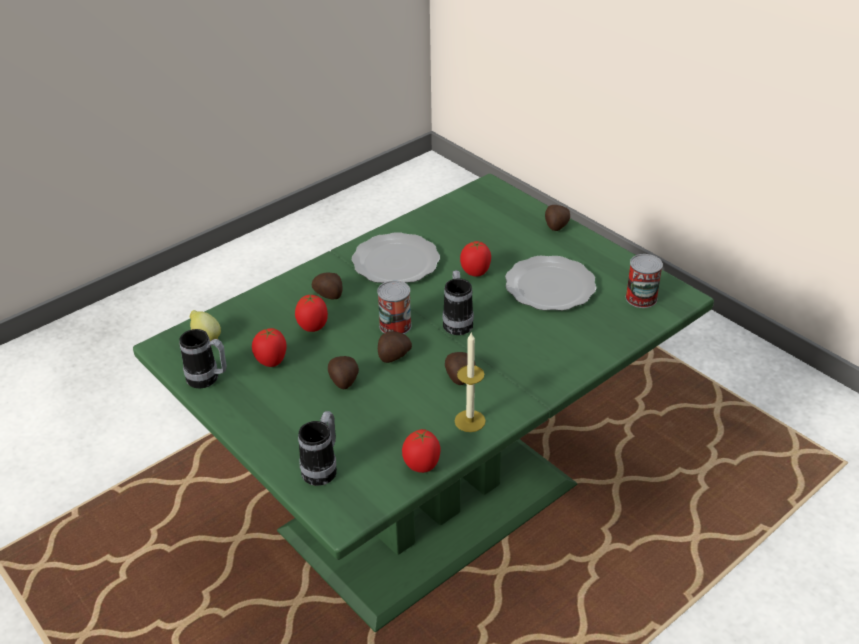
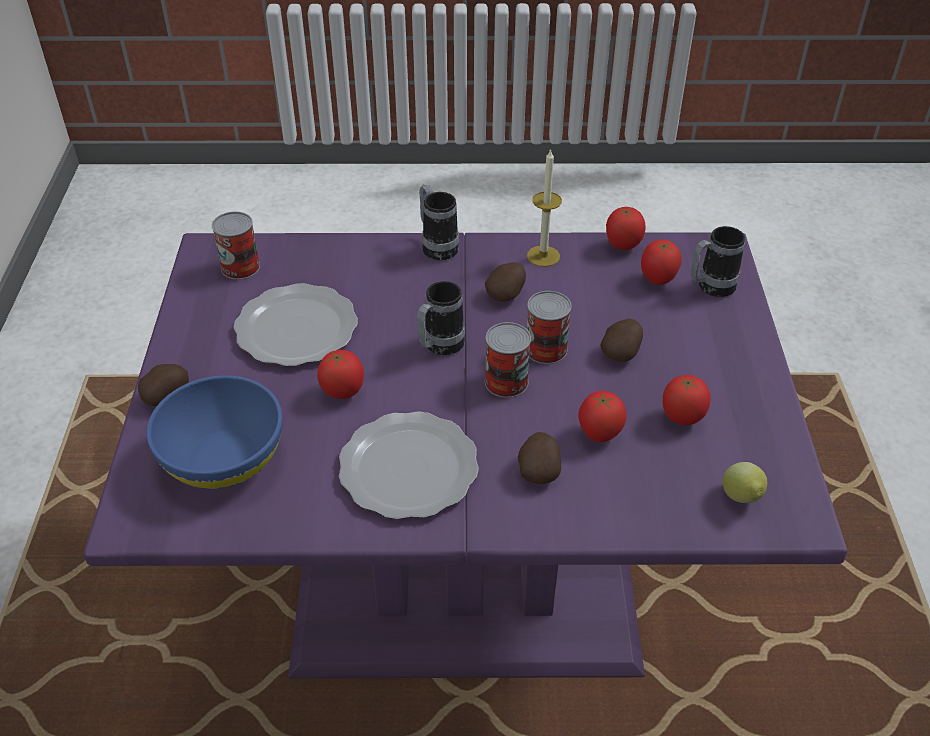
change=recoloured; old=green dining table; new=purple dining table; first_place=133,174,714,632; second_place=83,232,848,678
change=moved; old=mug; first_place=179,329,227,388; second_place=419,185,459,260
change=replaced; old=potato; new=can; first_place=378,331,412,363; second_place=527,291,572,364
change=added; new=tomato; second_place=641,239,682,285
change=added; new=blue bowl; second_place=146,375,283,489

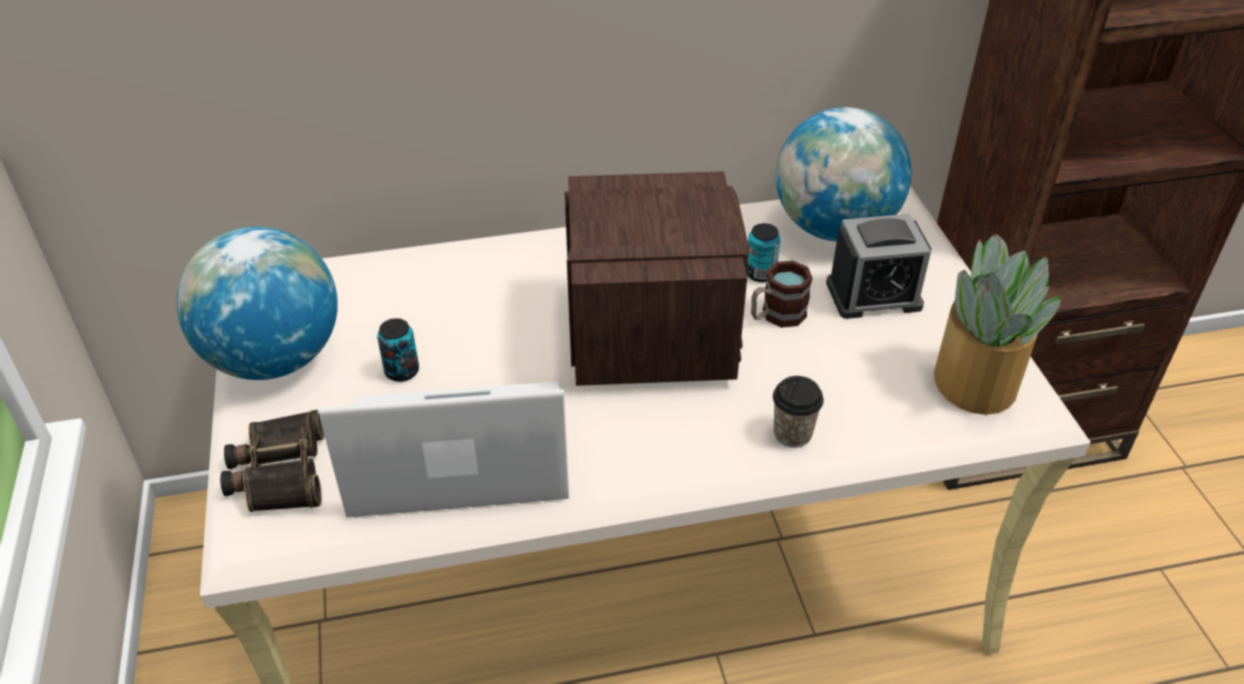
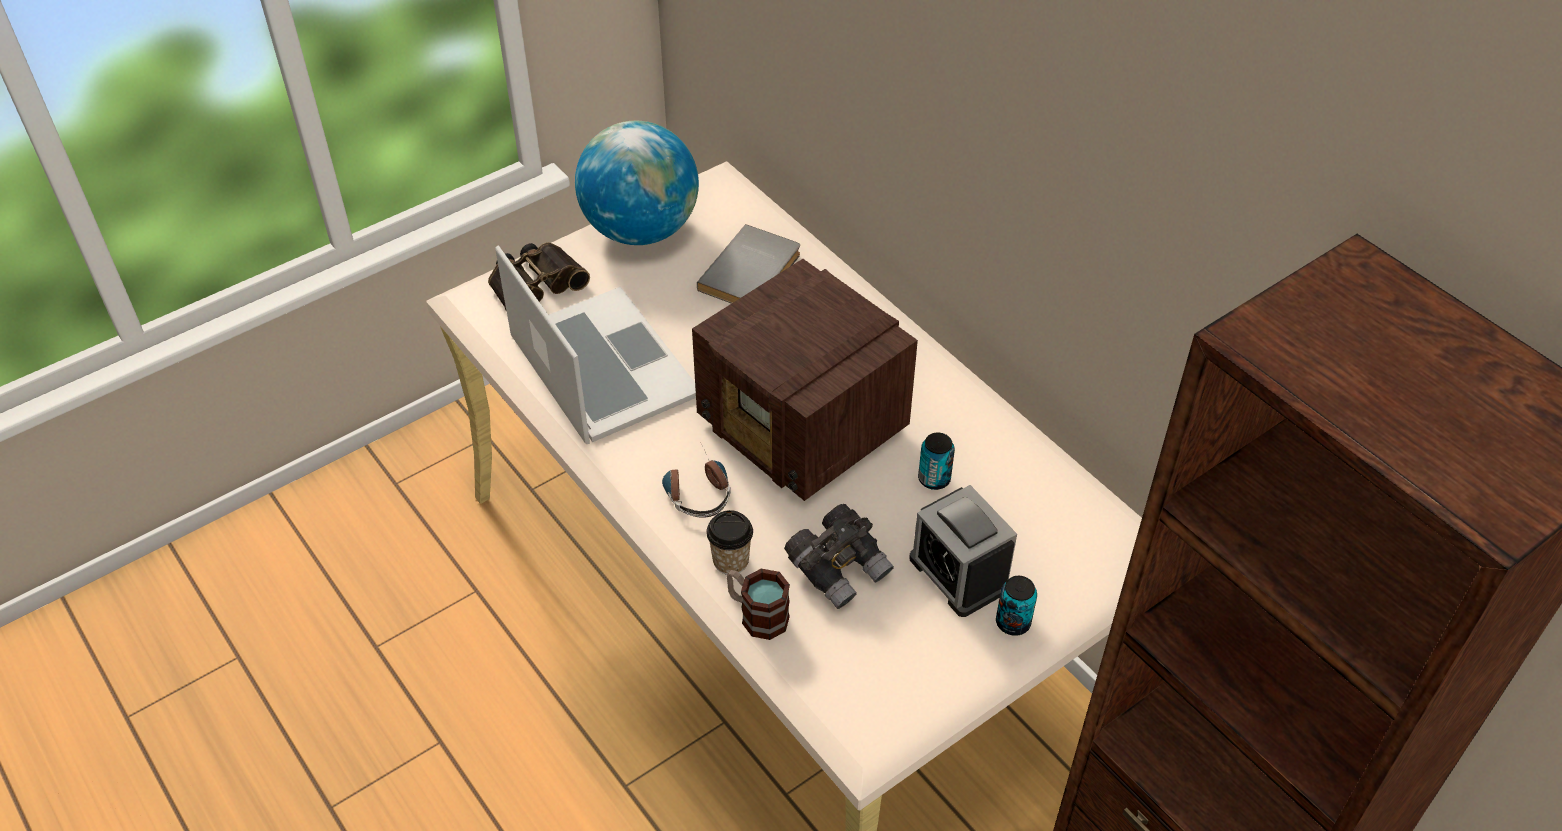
change=removed; old=globe; first_place=776,107,912,242
change=turned; old=radio; first_place=565,171,749,386; second_place=692,259,918,501; degrees=75
change=removed; old=potted plant; first_place=934,234,1061,415
change=moved; old=mug; first_place=751,261,813,328; second_place=727,569,790,640
change=moved; old=can; first_place=377,318,419,382; second_place=996,576,1037,636
change=added; new=grey book; second_place=697,224,800,304
change=added; new=headphones; second_place=662,443,731,518
change=added; new=grey binoculars; second_place=784,504,894,609

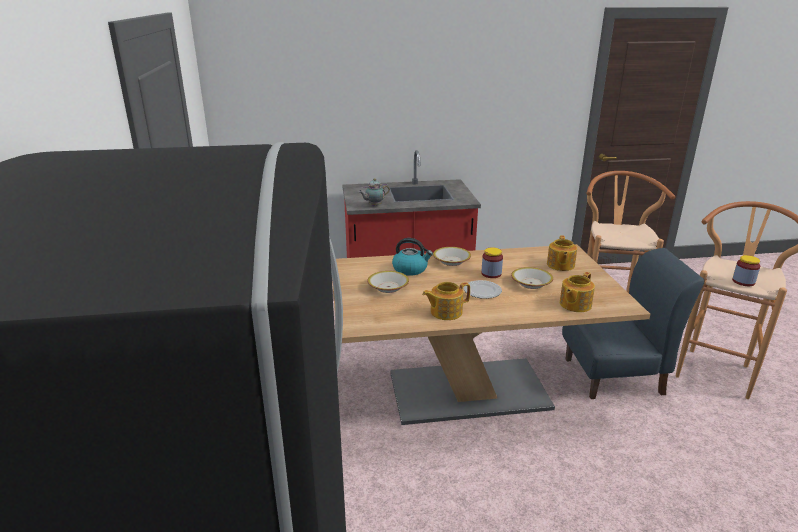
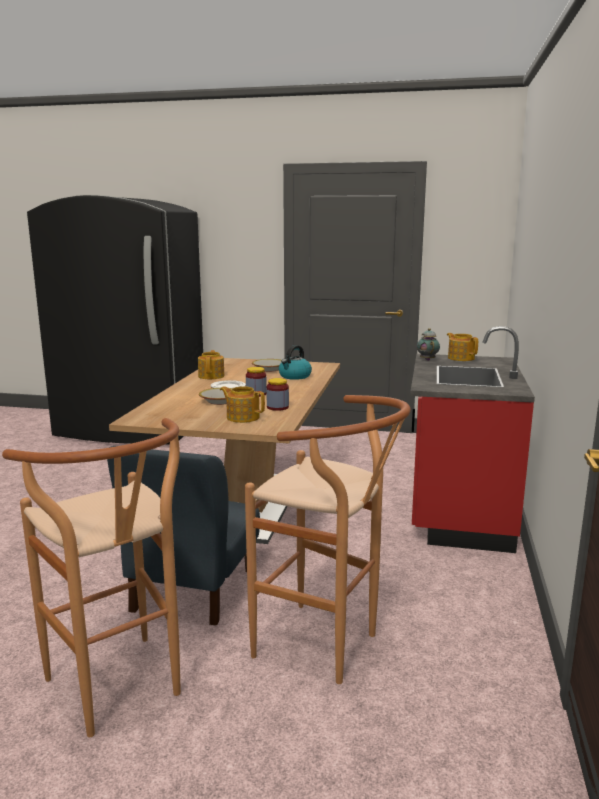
change=removed; old=bowl; first_place=433,247,471,266
change=moved; old=jar; first_place=732,255,760,286; second_place=266,378,289,411
change=moved; old=teapot; first_place=560,272,595,312; second_place=447,333,478,361

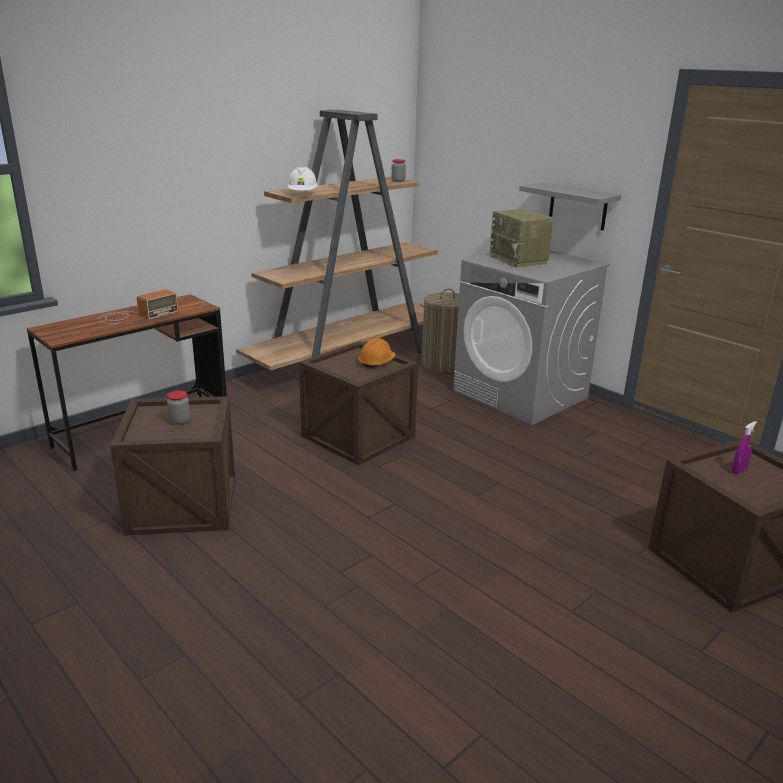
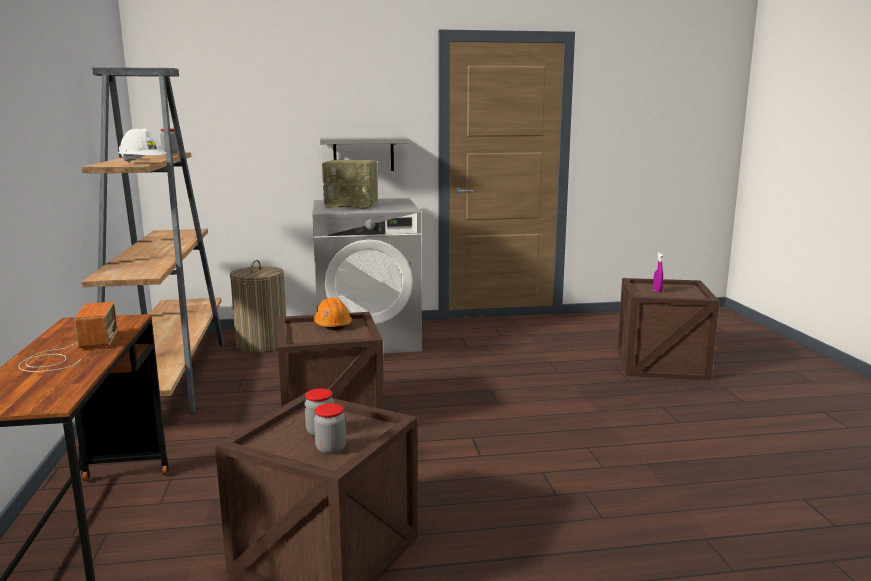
change=added; new=jar; second_place=314,403,346,454

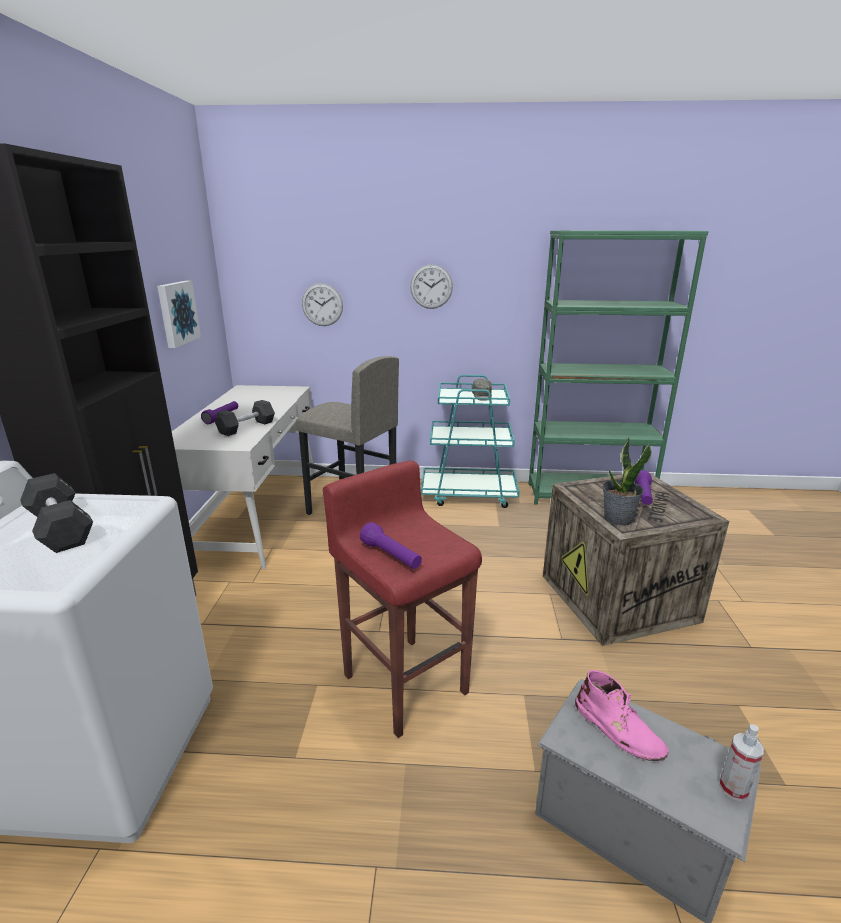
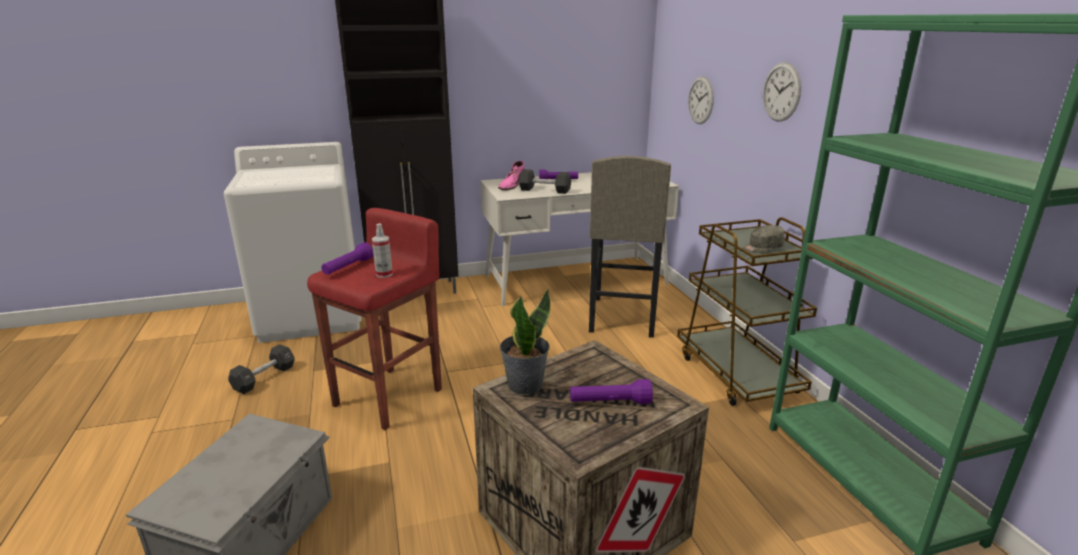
change=removed; old=picture; first_place=157,281,201,348
change=recoloured; old=turquoise cart; new=brown cart; first_place=421,375,520,508; second_place=677,217,817,406
change=moved; old=black dumbbell; first_place=20,473,93,553; second_place=228,344,295,394
change=moved; old=pink boot; first_place=575,670,669,761; second_place=498,161,525,190
change=moved; old=spray bottle; first_place=719,724,764,801; second_place=372,223,393,278

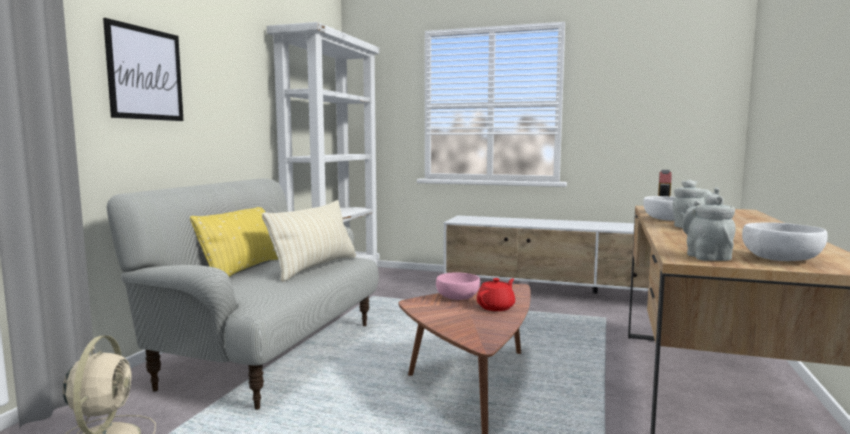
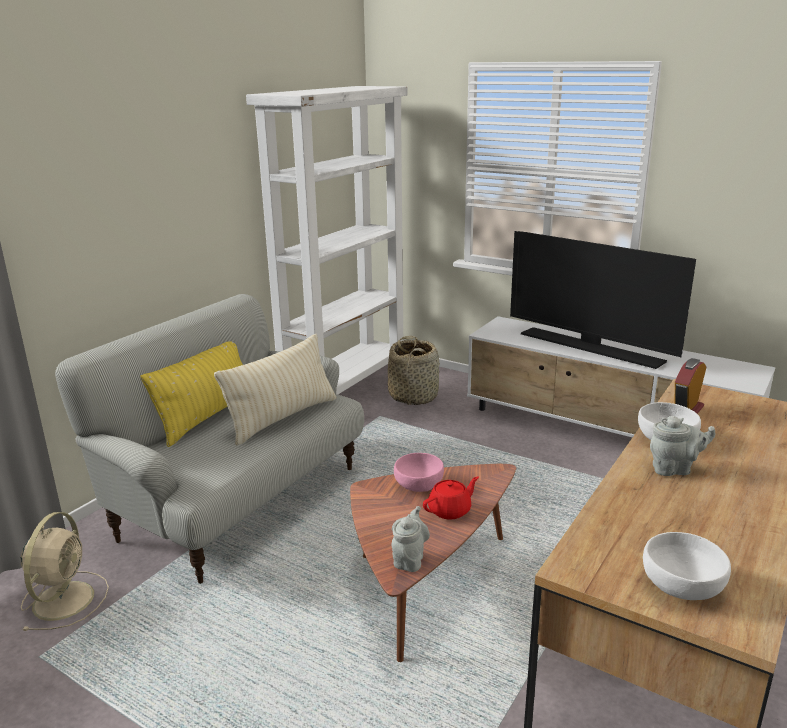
change=removed; old=picture; first_place=103,18,184,121
change=moved; old=grey teapot; first_place=682,194,736,261; second_place=392,506,430,572
change=added; new=television; second_place=510,231,696,369
change=added; new=basket; second_place=388,336,440,405

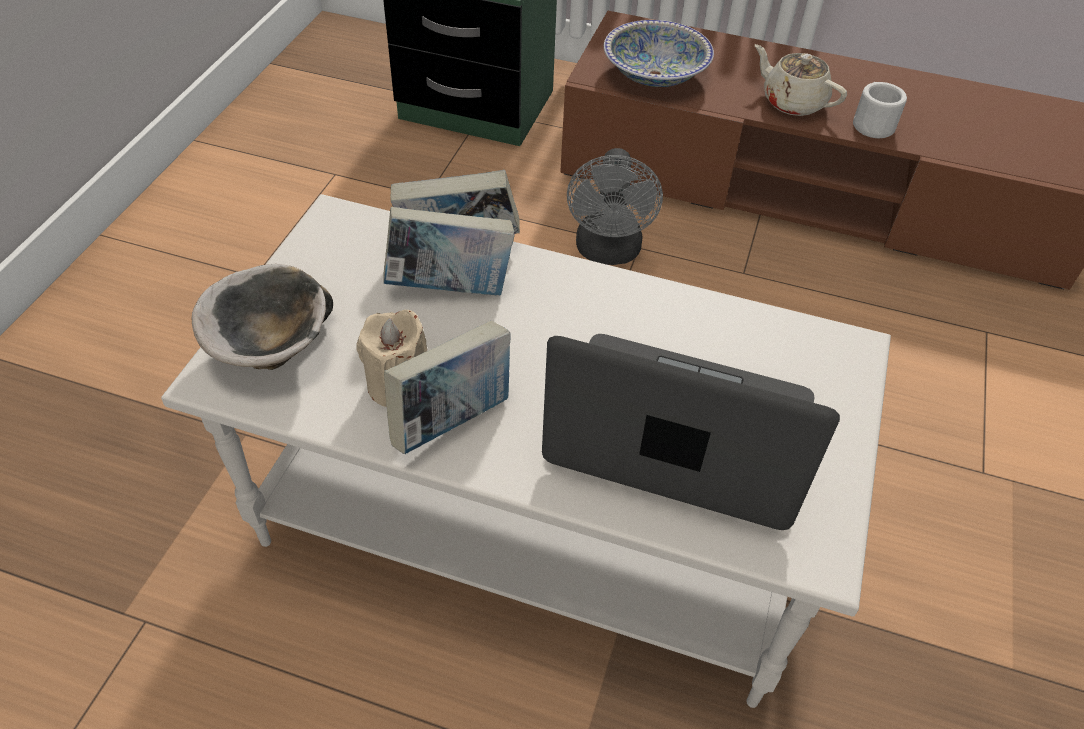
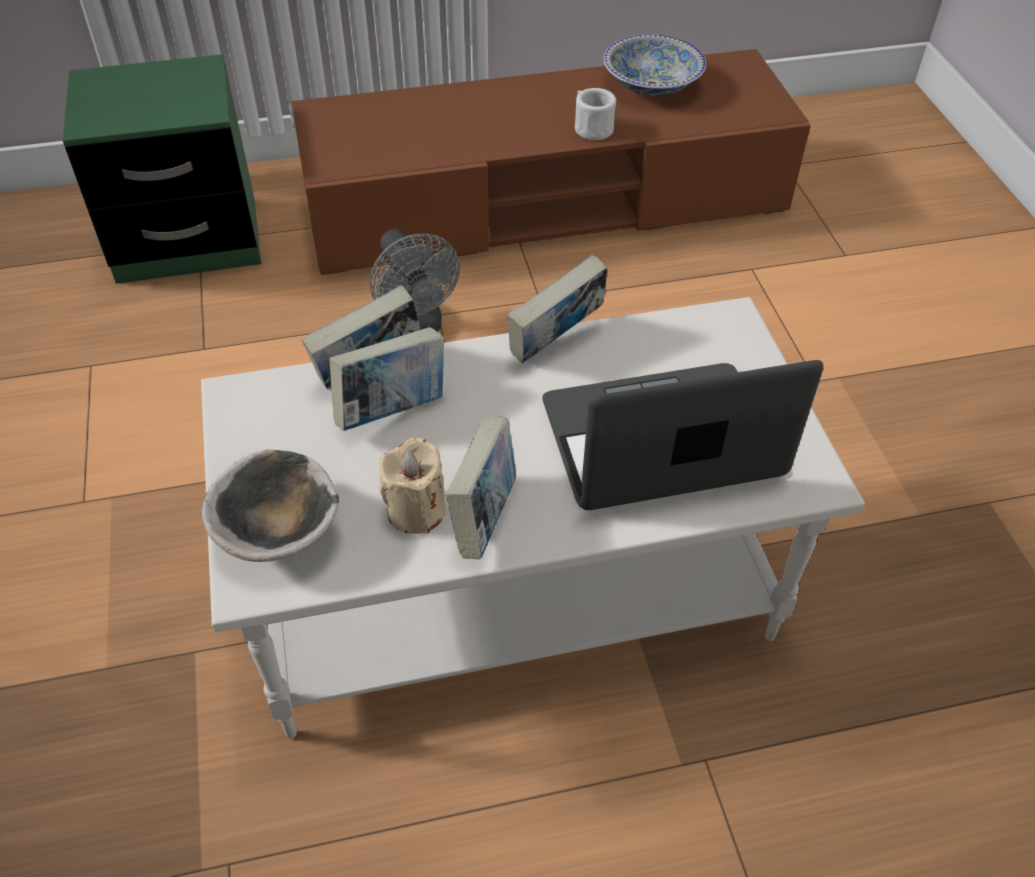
change=moved; old=bowl; first_place=604,20,714,87; second_place=604,34,706,96
change=removed; old=beige teapot; first_place=754,44,847,116
change=added; new=book; second_place=507,255,607,364

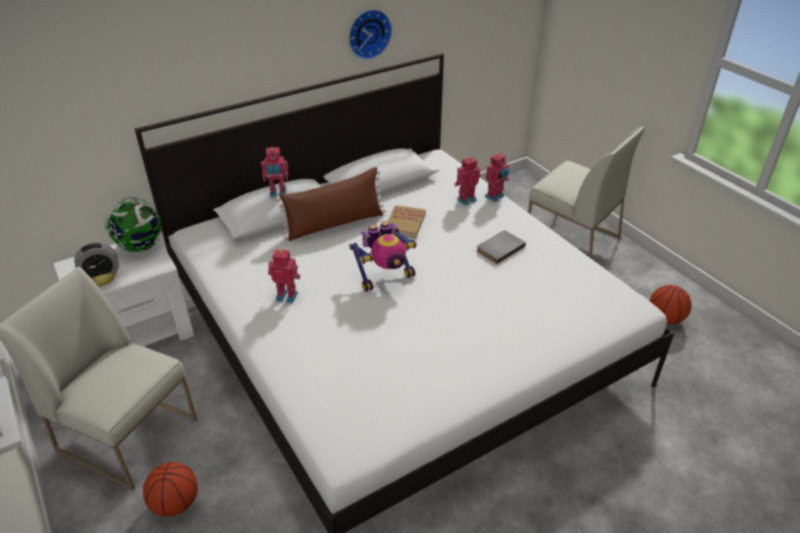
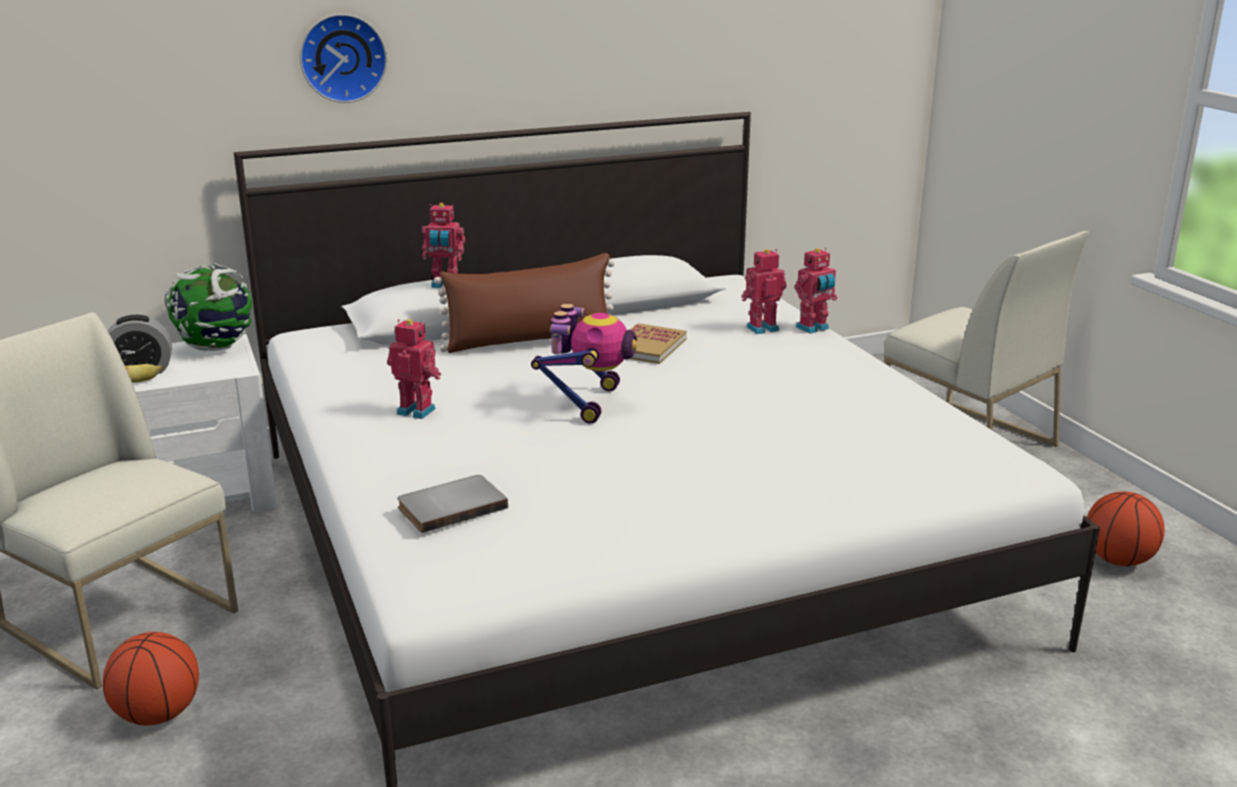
change=moved; old=wall clock; first_place=349,9,392,60; second_place=300,14,387,103
change=turned; old=toy robot; first_place=349,221,417,292; second_place=531,304,638,424; degrees=-60
change=moved; old=grey book; first_place=477,231,526,264; second_place=397,475,508,533

